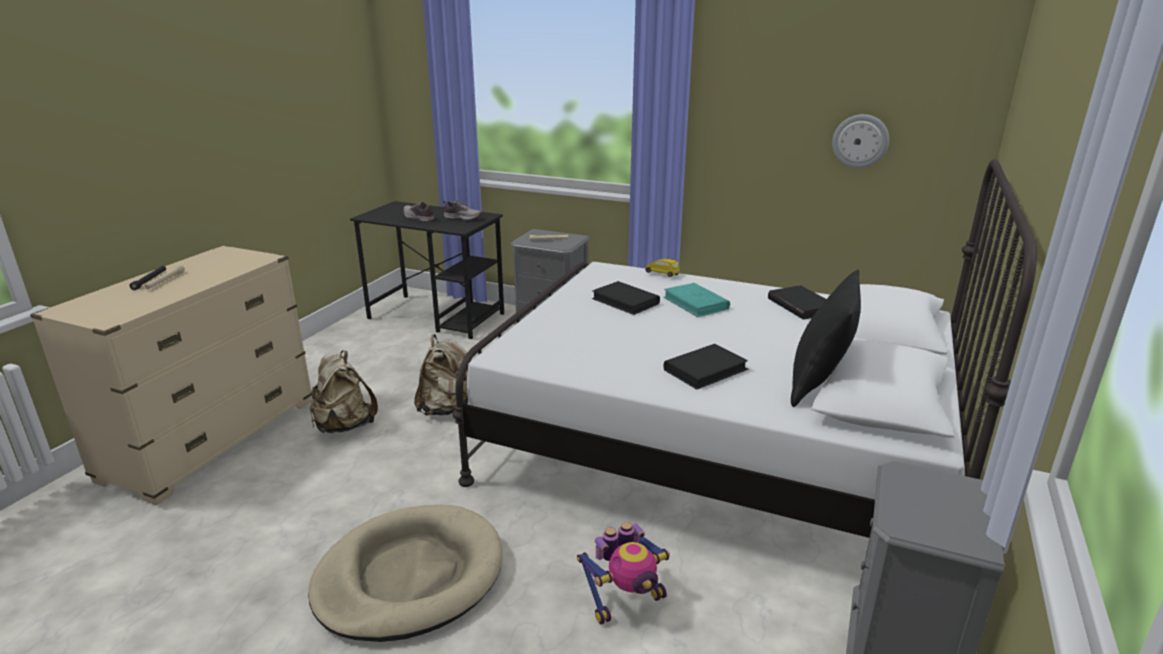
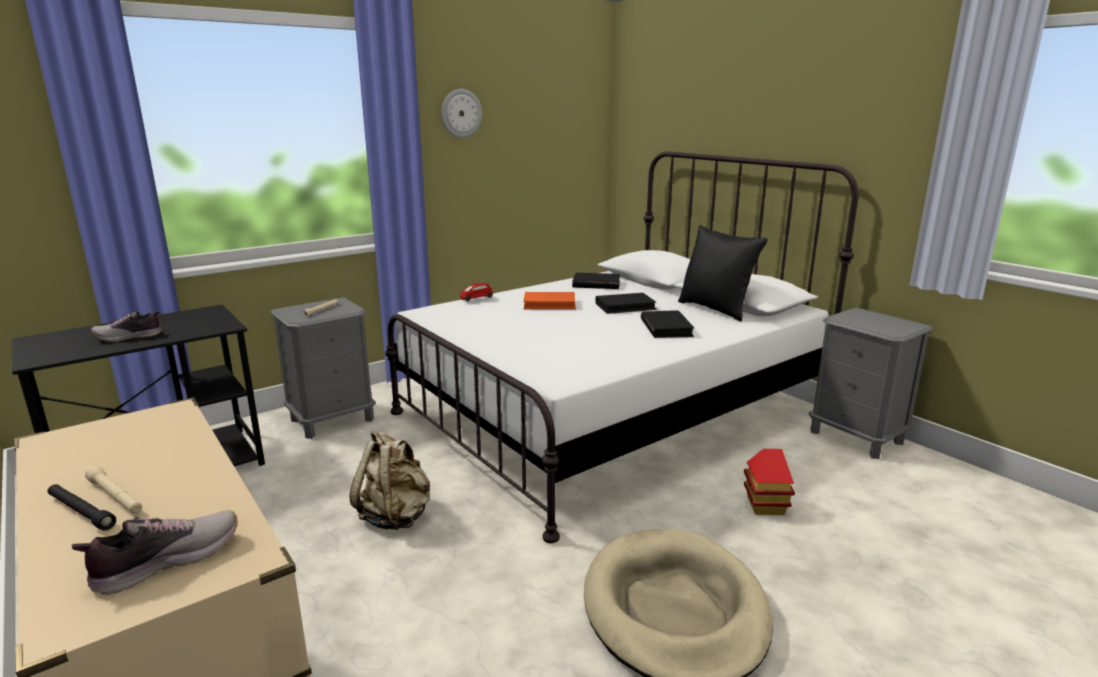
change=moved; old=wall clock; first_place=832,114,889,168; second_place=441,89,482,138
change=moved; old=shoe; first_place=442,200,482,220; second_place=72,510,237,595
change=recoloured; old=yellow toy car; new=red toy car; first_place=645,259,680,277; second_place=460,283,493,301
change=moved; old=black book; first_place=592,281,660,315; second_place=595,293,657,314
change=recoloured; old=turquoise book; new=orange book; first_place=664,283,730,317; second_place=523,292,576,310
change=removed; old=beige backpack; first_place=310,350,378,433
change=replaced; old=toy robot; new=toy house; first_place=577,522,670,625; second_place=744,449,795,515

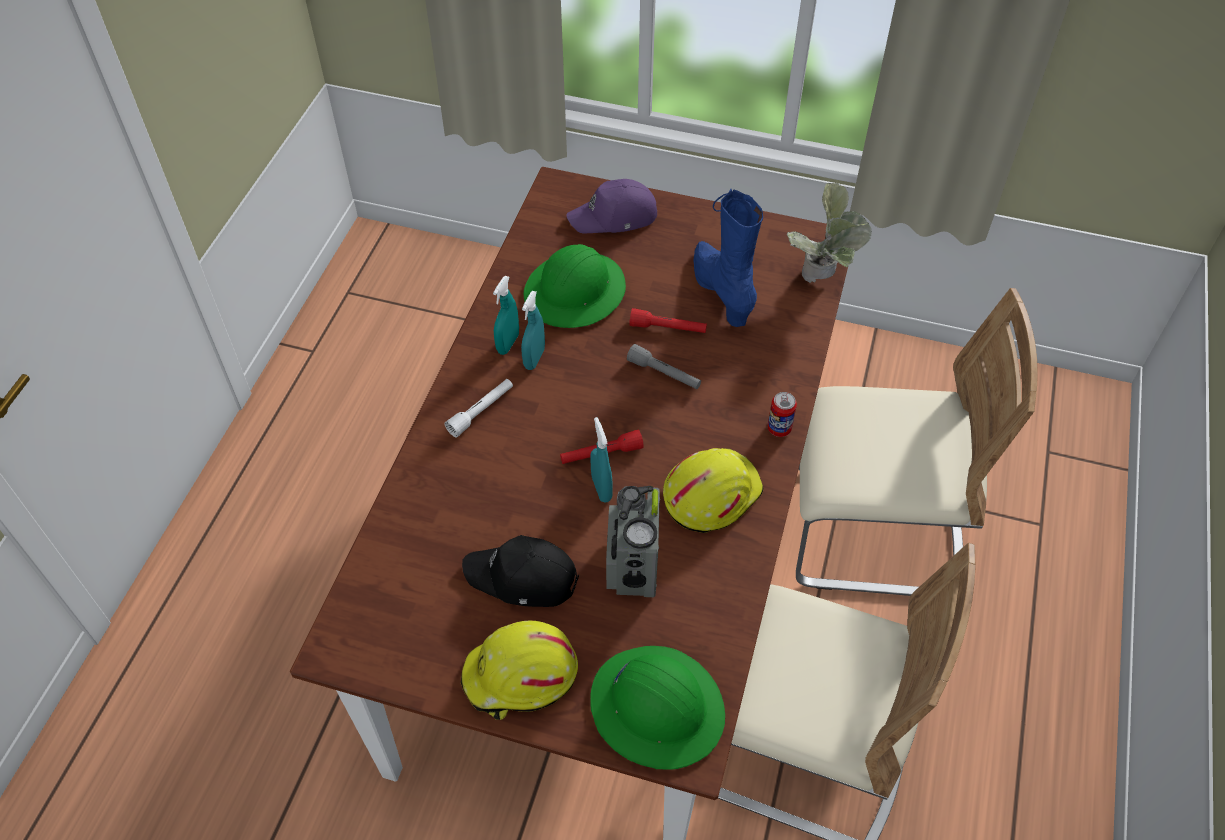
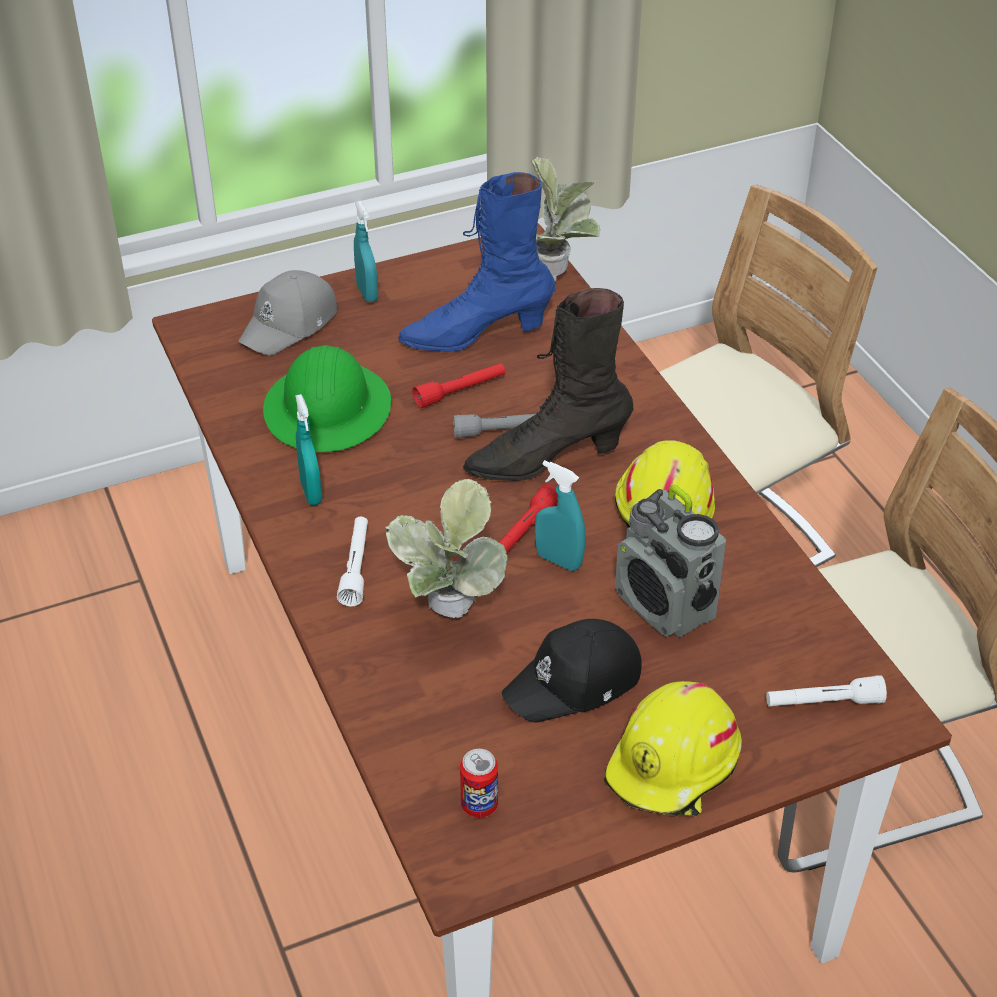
change=recoloured; old=purple cap; new=grey cap; first_place=566,179,657,234; second_place=238,270,337,356
change=turned; old=blue boot; first_place=694,189,763,327; second_place=398,172,555,352; degrees=-45
change=moved; old=turquoise spray bottle; first_place=521,291,545,370; second_place=354,201,378,302
change=moved; old=can; first_place=767,392,797,437; second_place=460,749,498,818
change=replaced; old=green hard hat; new=white flashlight; first_place=591,646,725,770; second_place=766,675,887,707
change=added; new=black boot; second_place=463,288,633,481
change=added; new=potted plant; second_place=385,479,507,618

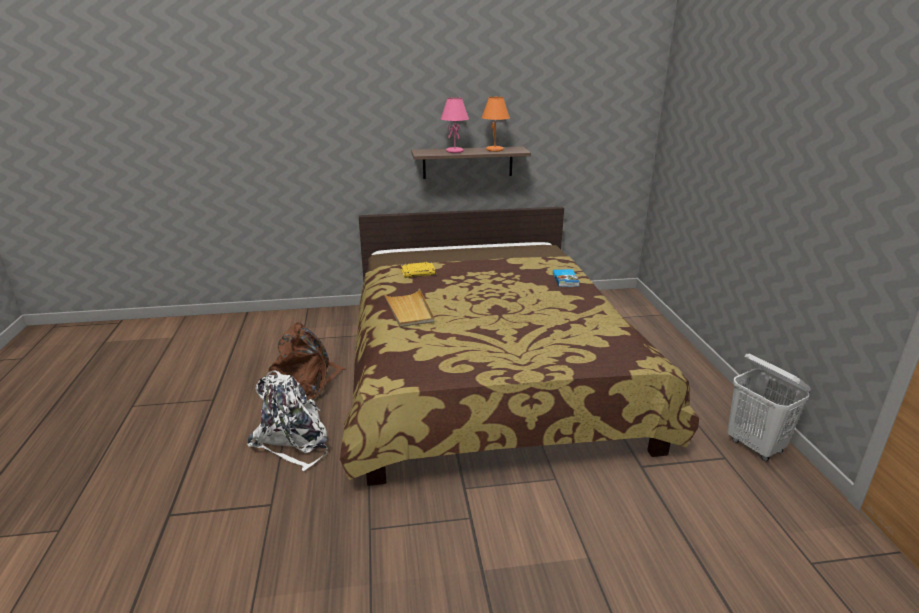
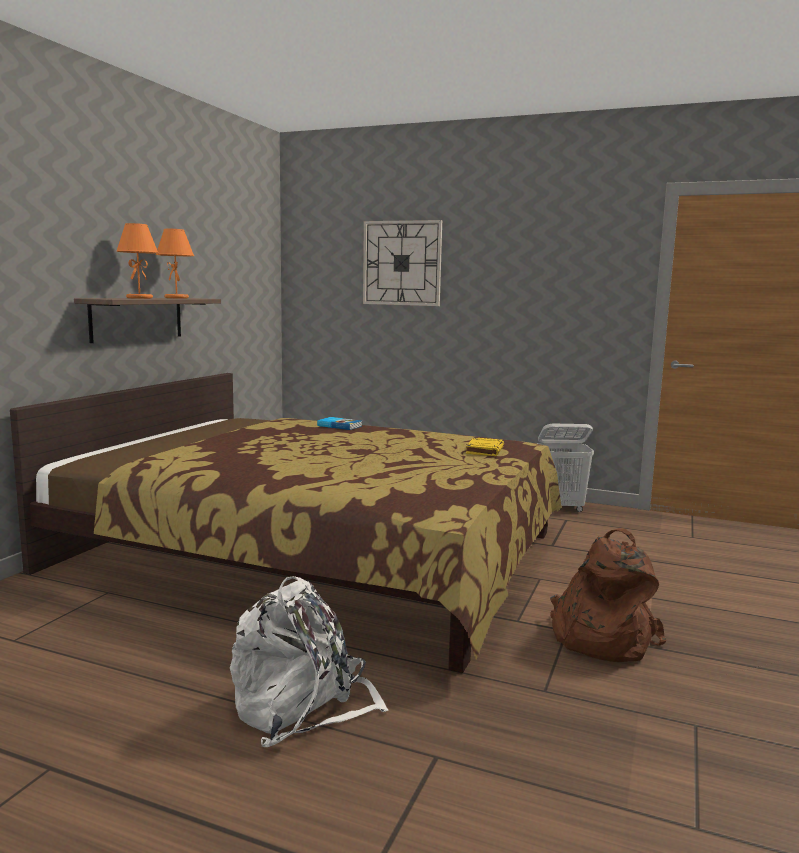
change=recoloured; old=pink table lamp; new=orange table lamp; first_place=440,97,469,153; second_place=116,223,158,299
change=moved; old=yellow book; first_place=401,262,436,278; second_place=466,437,504,456
change=removed; old=beige tray; first_place=383,288,434,327
change=moved; old=brown backpack; first_place=268,322,347,400; second_place=550,528,666,662
change=added; new=wall clock; second_place=363,220,442,306

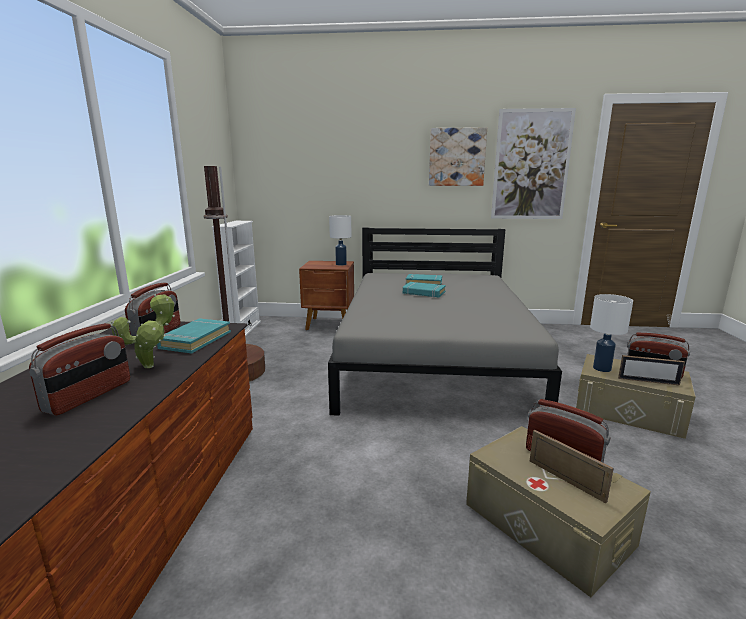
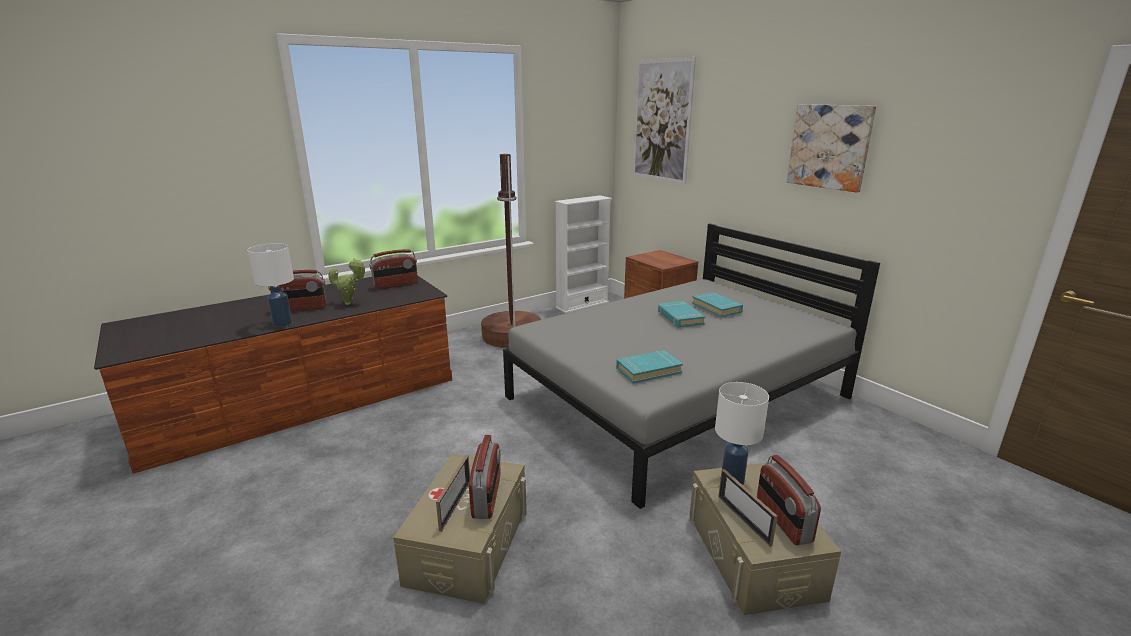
change=moved; old=picture; first_place=491,108,576,219; second_place=632,57,696,184
change=moved; old=white table lamp; first_place=329,215,352,266; second_place=247,243,294,327
change=moved; old=turquoise book; first_place=157,318,231,353; second_place=616,350,683,384

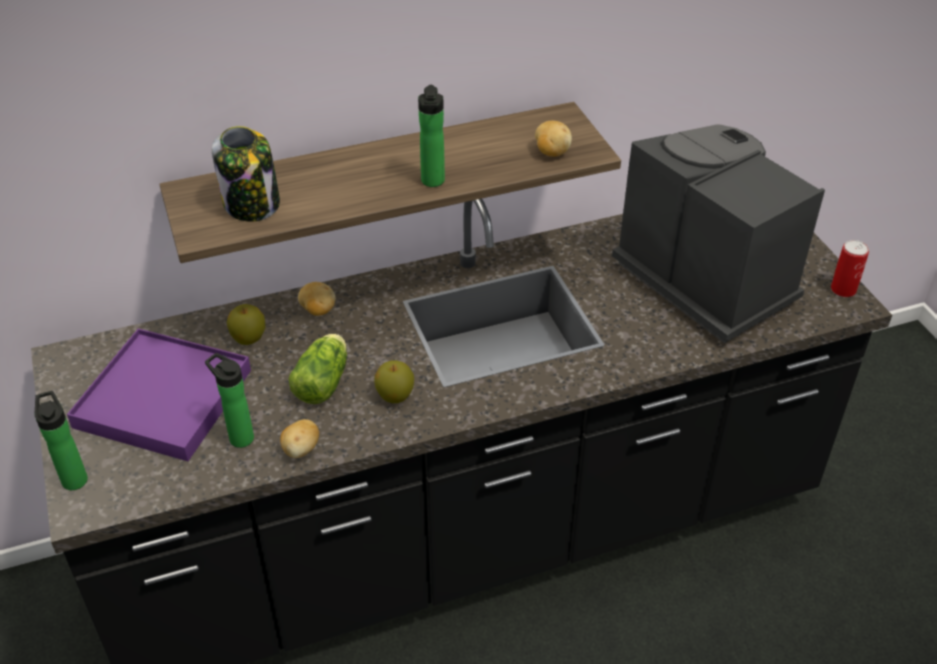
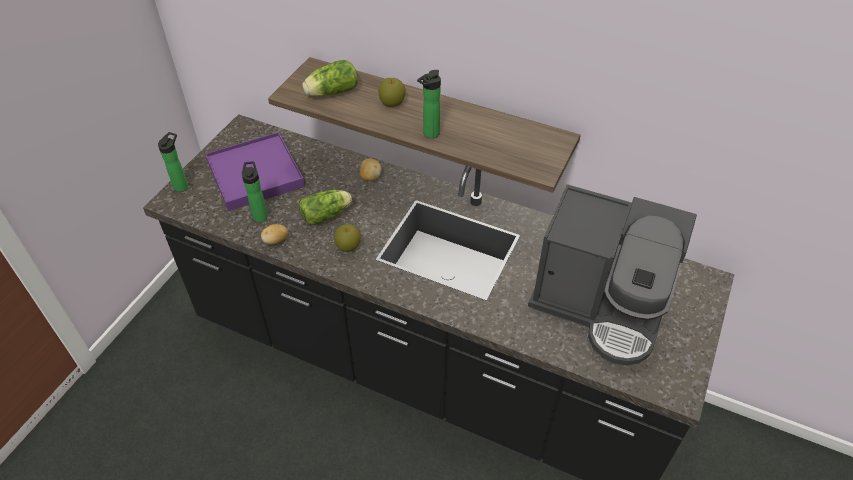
change=removed; old=potato; first_place=535,121,572,157
change=turned; old=coffee machine; first_place=612,124,825,343; second_place=528,184,697,365; degrees=105
change=replaced; old=jar; new=lettuce; first_place=212,126,280,222; second_place=302,60,358,96
change=removed; old=can; first_place=831,240,869,297
change=moved; old=apple; first_place=227,304,266,345; second_place=378,78,406,107

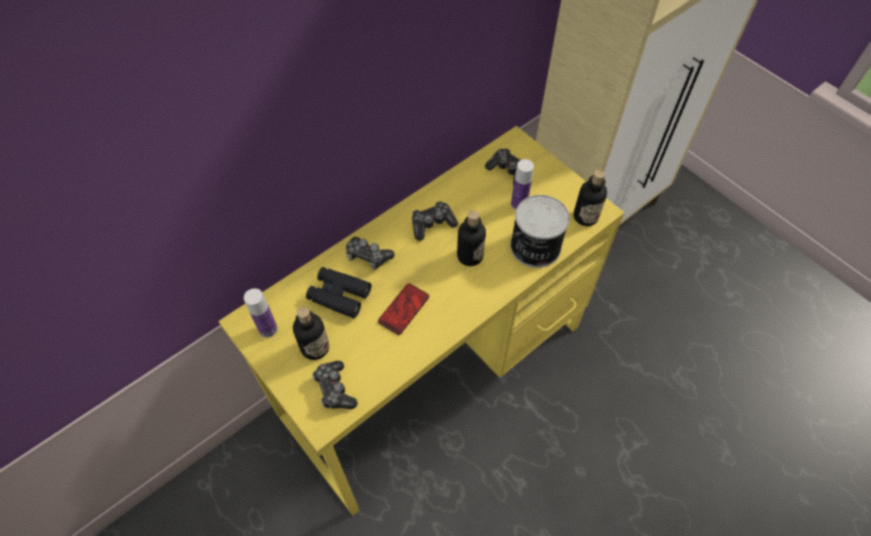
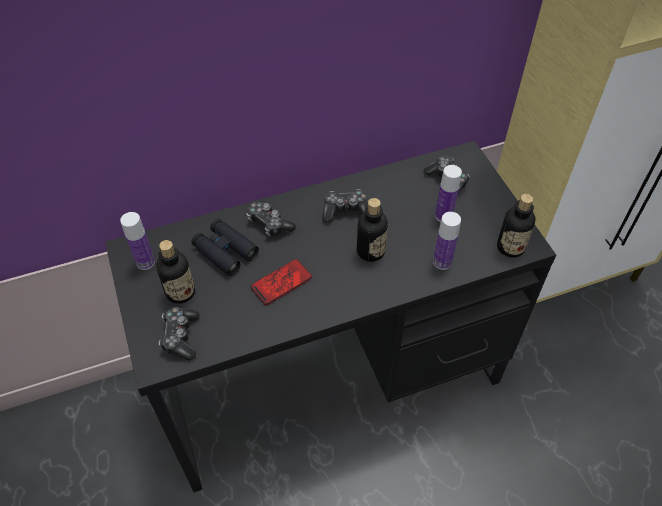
change=recoloured; old=yellow desk; new=black desk; first_place=218,126,625,516; second_place=105,141,556,492
change=replaced; old=can; new=bottle; first_place=510,195,570,268; second_place=433,212,461,270

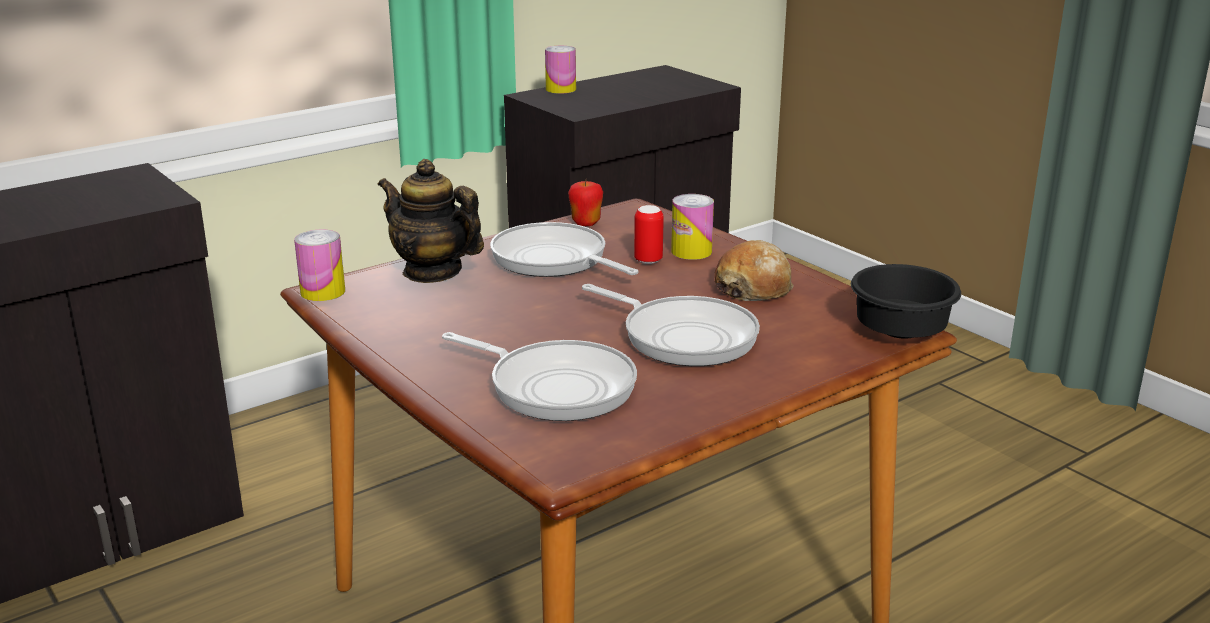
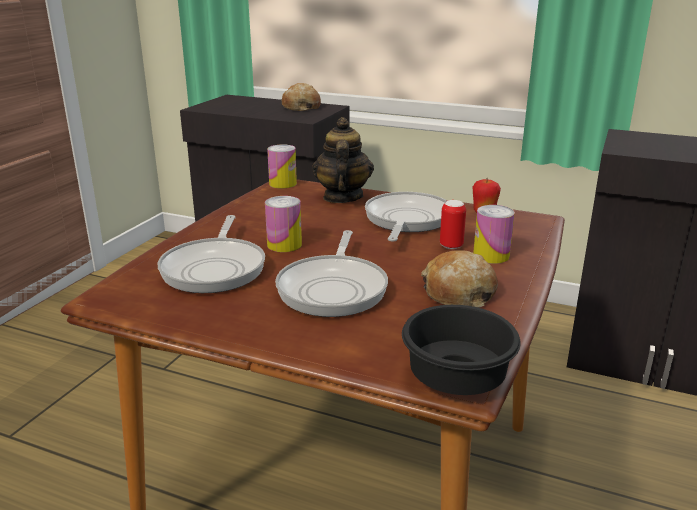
change=moved; old=can; first_place=545,46,576,94; second_place=265,196,302,252
change=added; new=bread; second_place=282,83,321,111

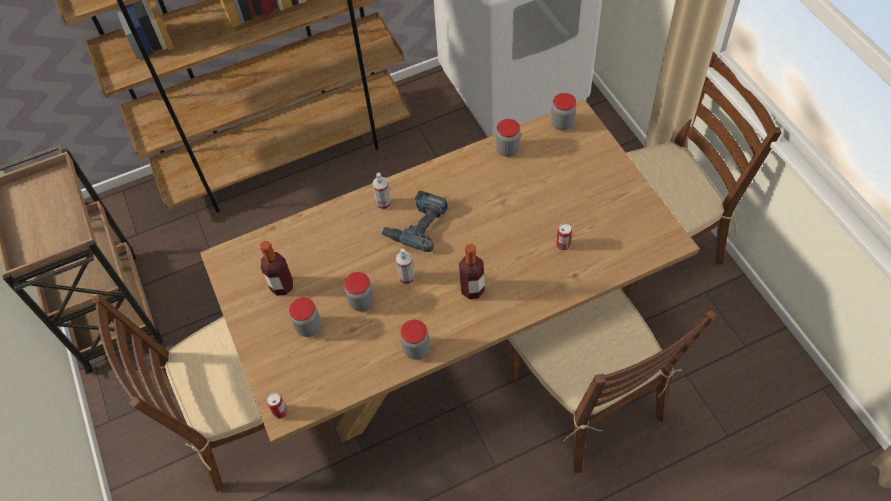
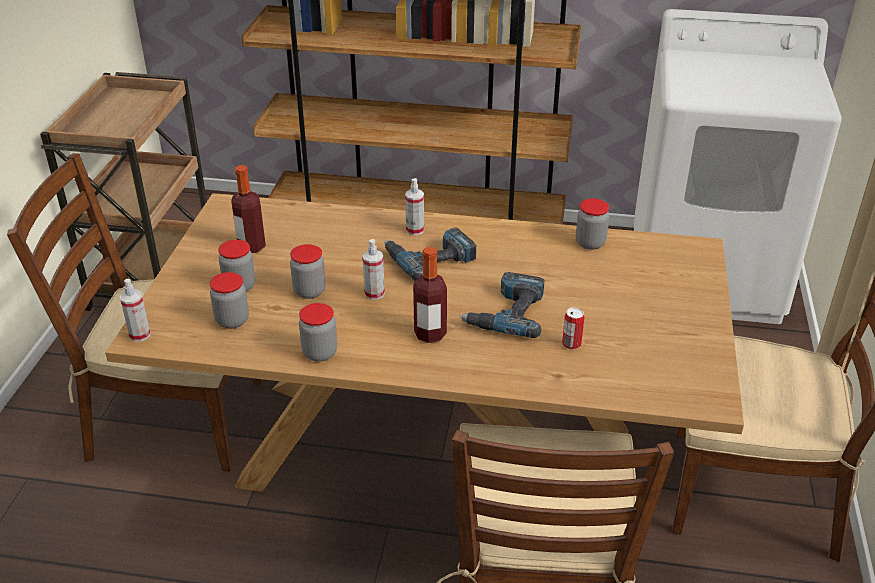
change=moved; old=jar; first_place=551,93,576,131; second_place=210,272,249,329
change=replaced; old=can; new=spray bottle; first_place=267,393,288,419; second_place=120,279,151,342
change=added; new=power drill; second_place=459,272,545,338

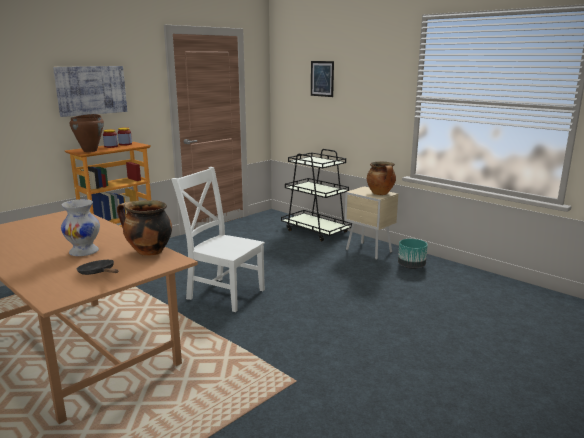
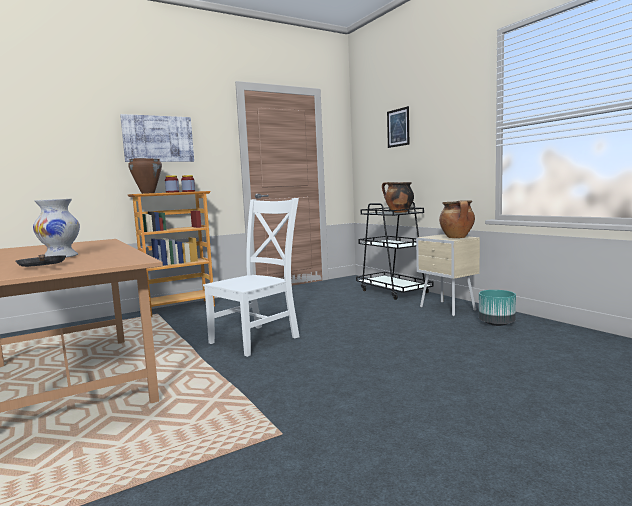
change=turned; old=white chair; first_place=171,167,265,312; second_place=203,198,300,357; degrees=90
change=moved; old=cooking pot; first_place=117,200,172,256; second_place=382,182,414,213

